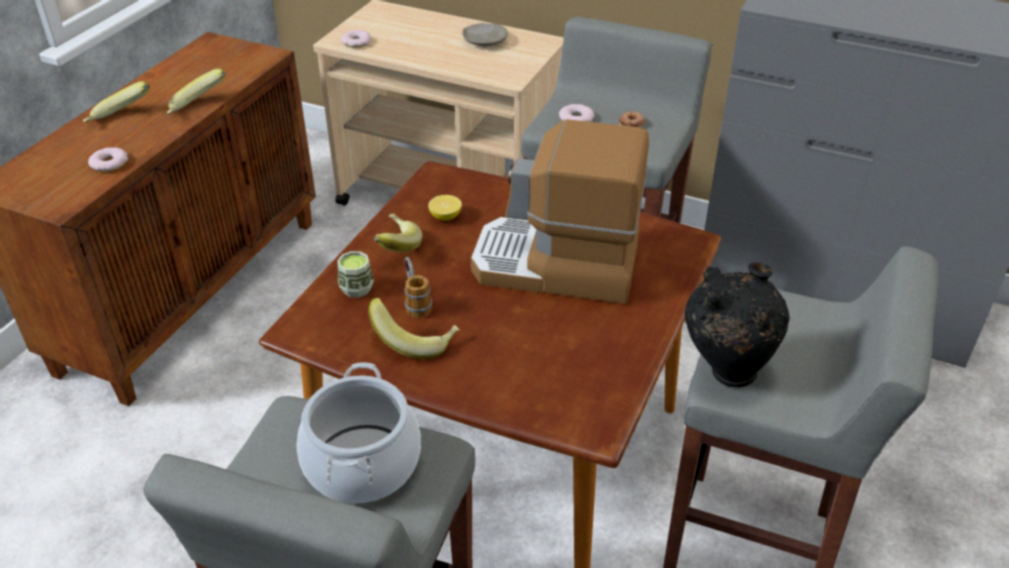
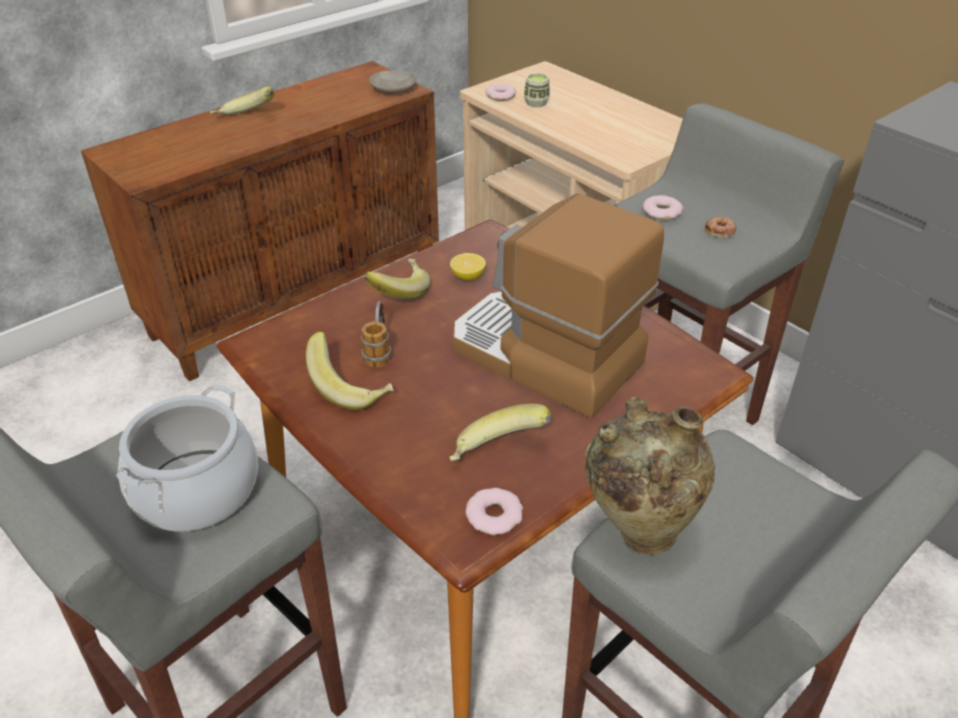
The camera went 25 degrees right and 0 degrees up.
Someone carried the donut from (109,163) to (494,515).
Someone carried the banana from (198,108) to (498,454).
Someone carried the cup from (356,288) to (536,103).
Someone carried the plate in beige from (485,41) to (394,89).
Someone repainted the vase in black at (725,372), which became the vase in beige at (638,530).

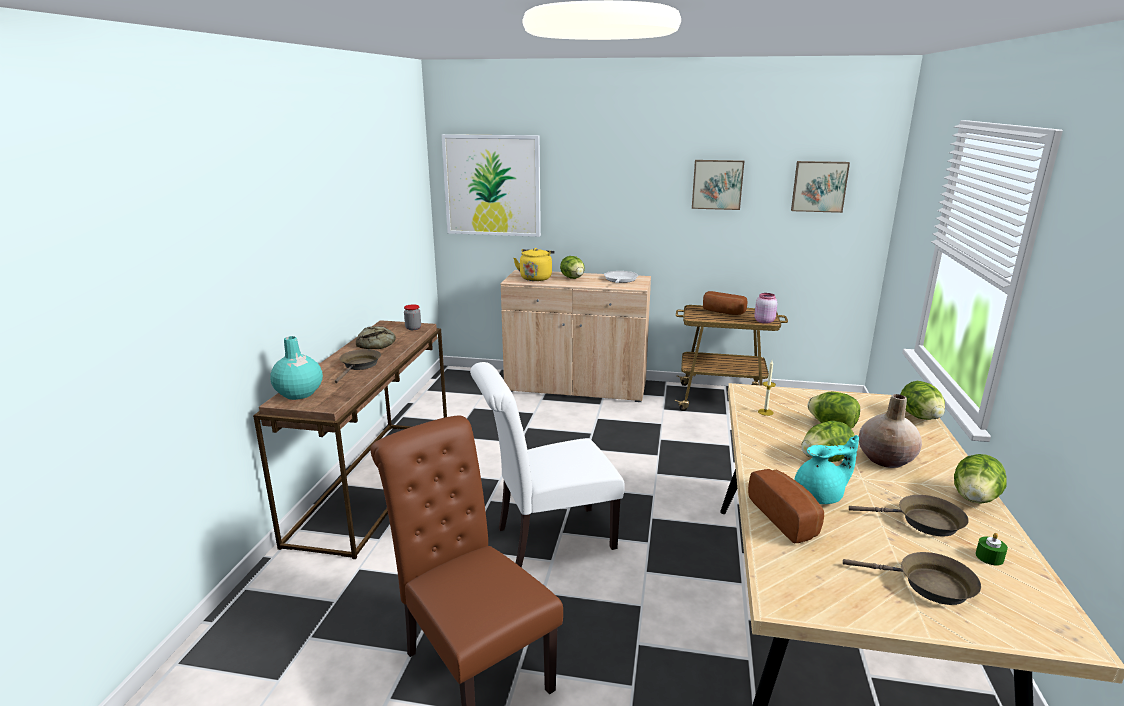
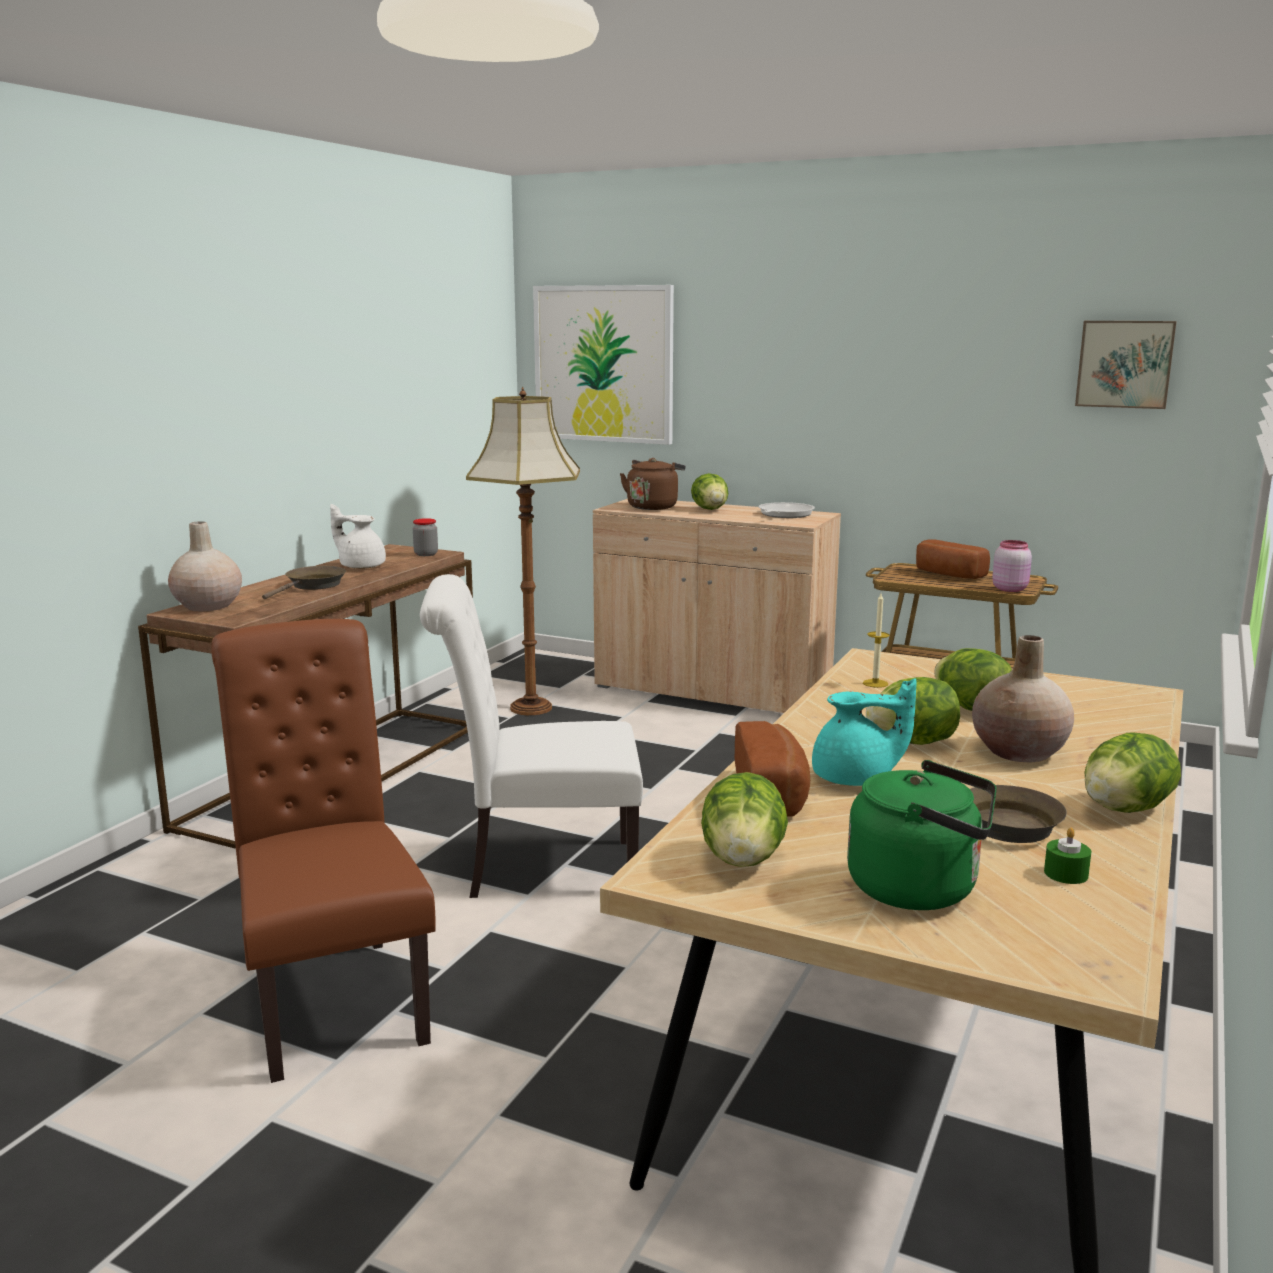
The camera went 15 degrees right and 5 degrees down.
Someone repainted the vase in turquoise at (299,394), which became the vase in beige at (207,606).
Someone swapped the bread at (378,343) for the teapot in white at (361,566).
Someone repainted the kettle in yellow at (536,278), which became the kettle in brown at (653,507).
Someone took away the picture at (717,184).
Someone swapped the frying pan in brown at (929,585) for the kettle in green at (920,889).
Someone carried the lettuce from (919,417) to (743,860).
Someone put down the floor lamp at (530,707).

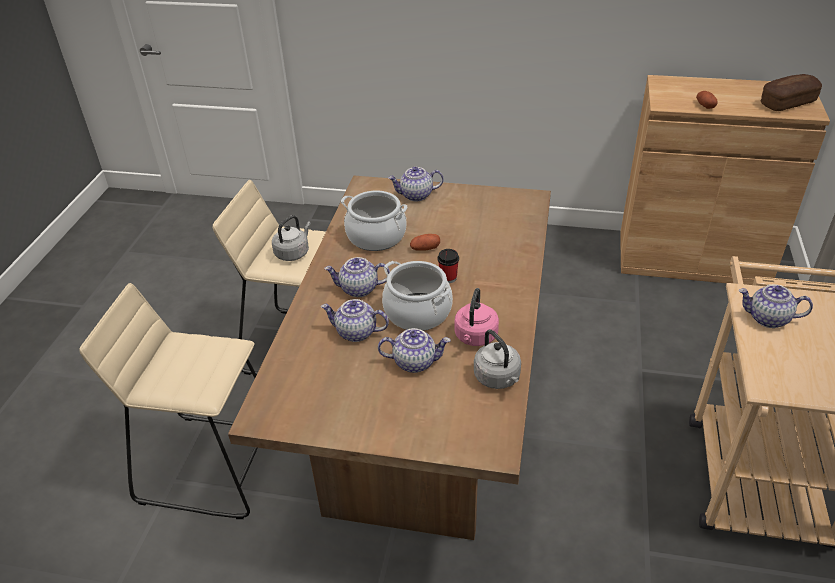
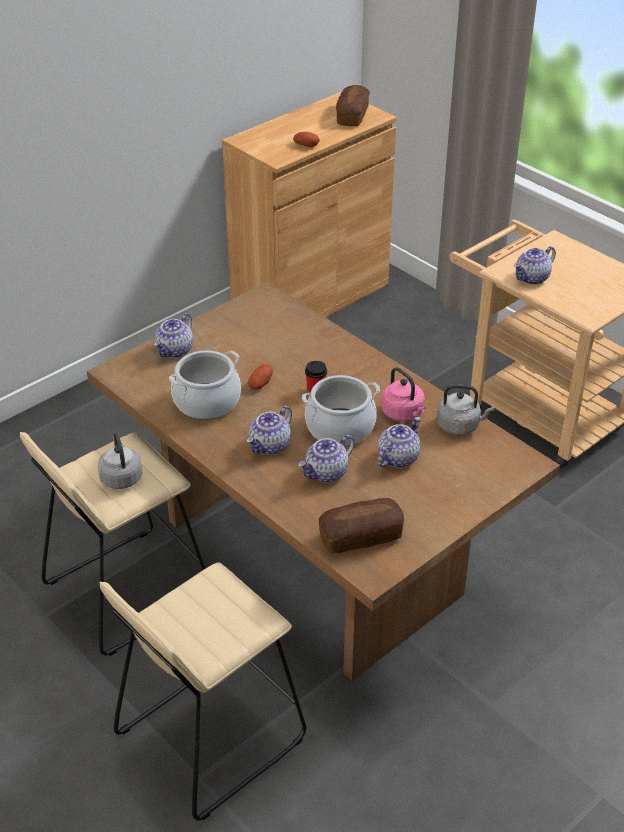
The camera went 55 degrees left and 0 degrees up.
Someone put down the bread at (360,537).

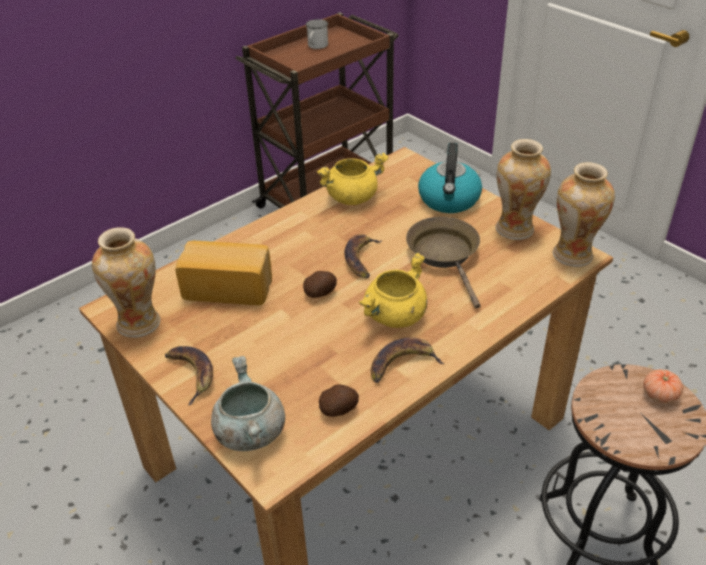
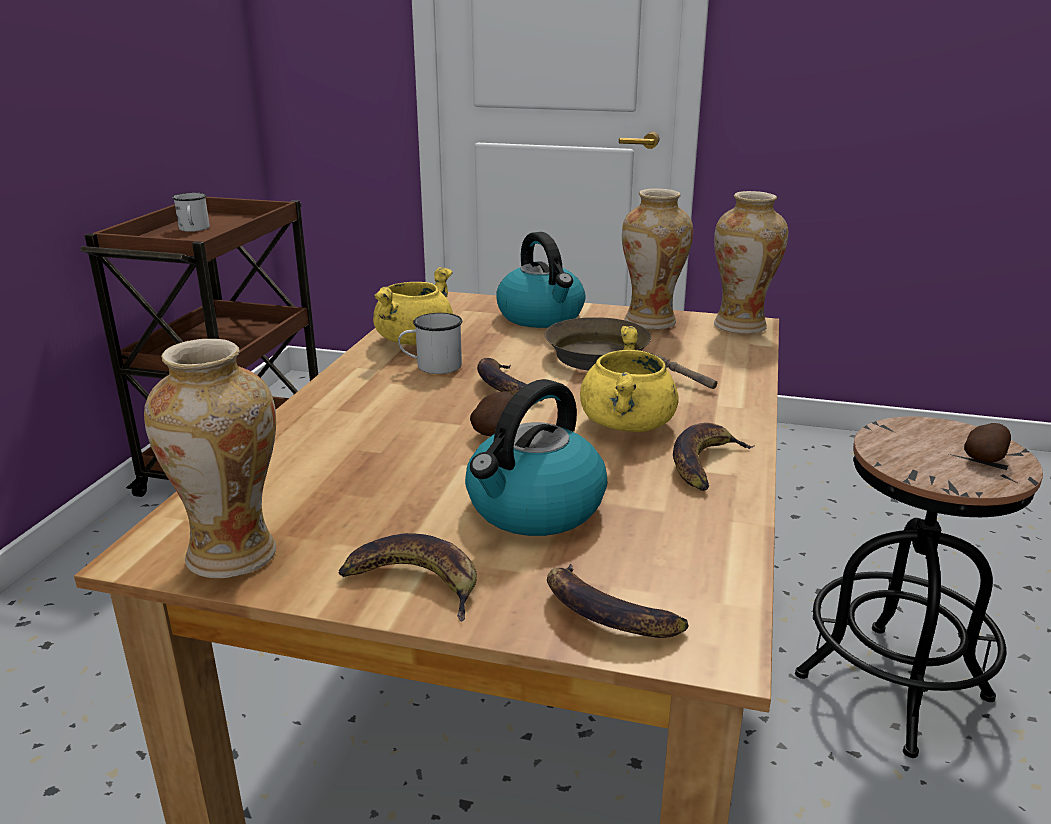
The camera went 35 degrees left and 15 degrees down.
Someone took away the bread at (229,286).
Someone swapped the cooking pot in grey at (249,432) for the banana at (606,613).
Someone carried the potato from (339,410) to (985,459).
Someone took away the tomato at (659,395).
Someone put down the mug in white at (431,366).
Someone put down the kettle at (534,508).

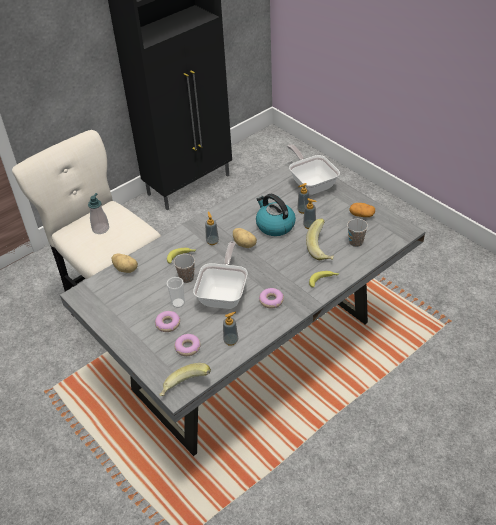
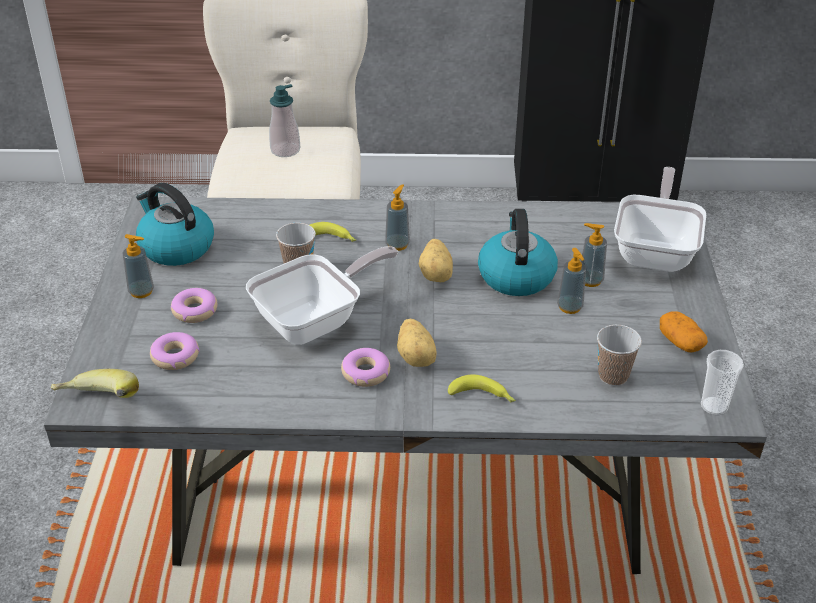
The camera went 40 degrees right and 5 degrees down.
Someone carried the potato from (126,269) to (417,357).
Someone carried the cup from (178,303) to (714,406).
Someone carried the soap dispenser from (231,340) to (141,291).
Someone took away the banana at (322,249).
Someone put down the kettle at (175,247).

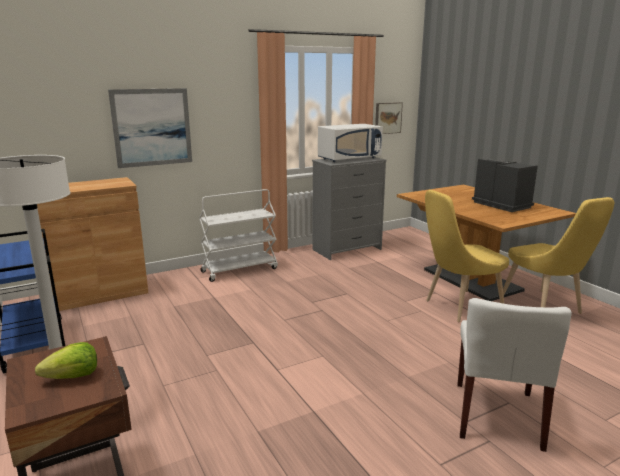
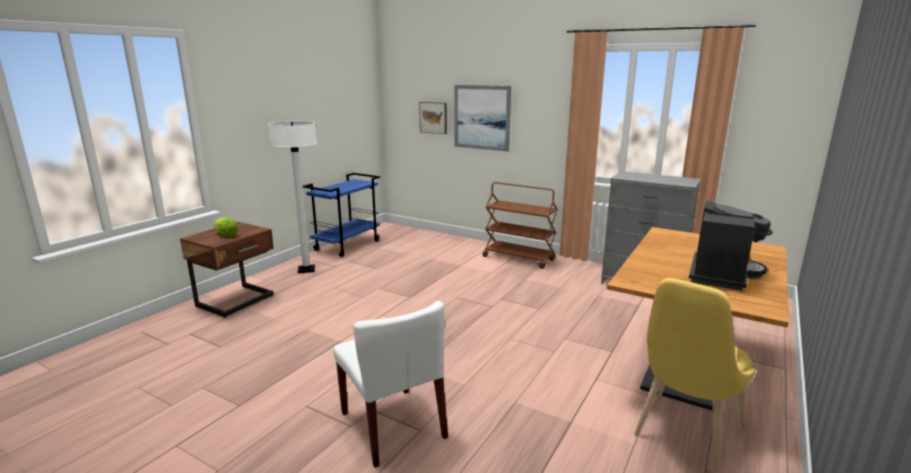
The camera went 60 degrees right and 0 degrees up.
Someone took away the cabinet in brown at (98,294).
Someone repainted the cart in white at (240,270), which became the cart in brown at (519,258).
Someone took away the microwave in white at (349,159).
Someone carried the picture from (387,118) to (434,117).
Someone took away the chair in yellow at (459,307).
Someone rotated the chair in white at (497,415) by 105 degrees counterclockwise.

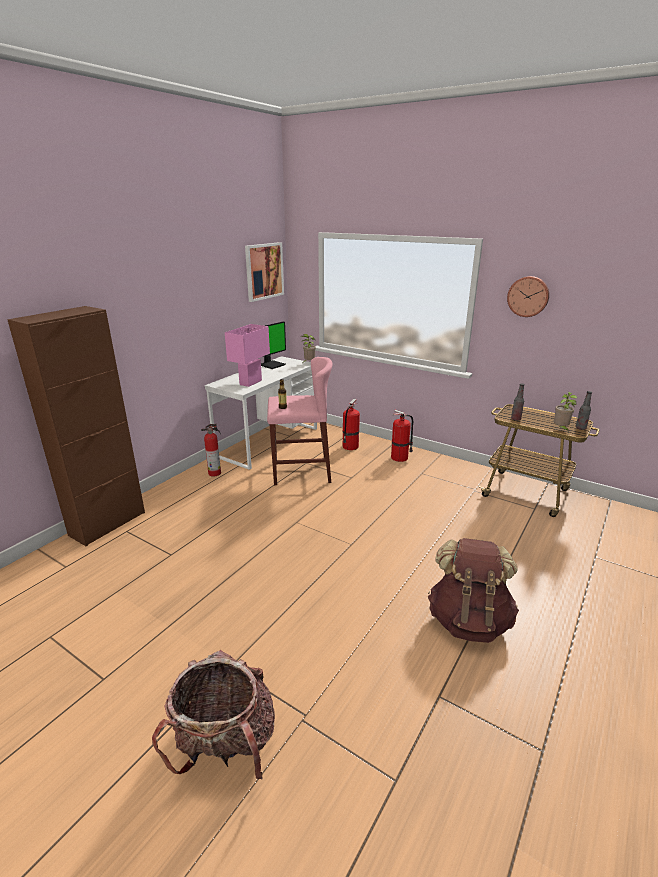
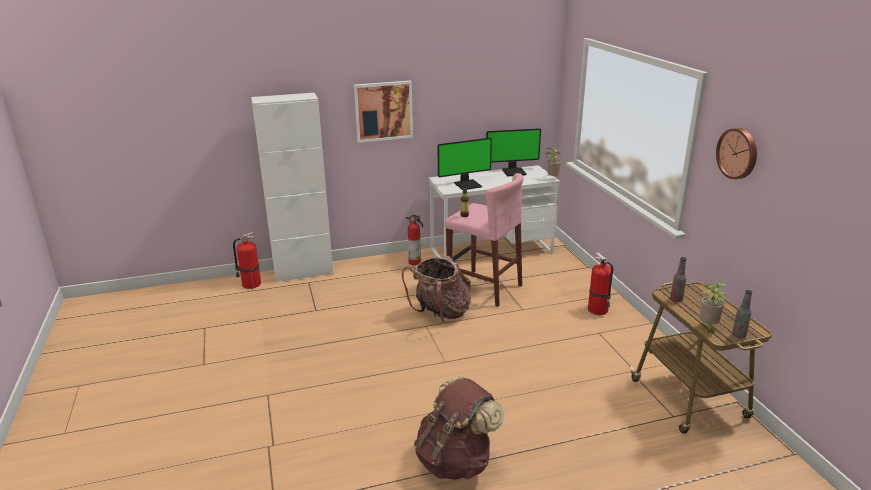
The camera went 40 degrees right and 0 degrees up.
Someone repainted the cabinet in brown at (107,524), which became the cabinet in white at (303,272).
Someone carried the backpack from (226,745) to (441,313).
Someone swapped the table lamp in pink at (250,382) for the monitor at (467,184).
Someone carried the picture from (264,271) to (383,111).
Someone carried the fire extinguisher from (350,446) to (250,284).

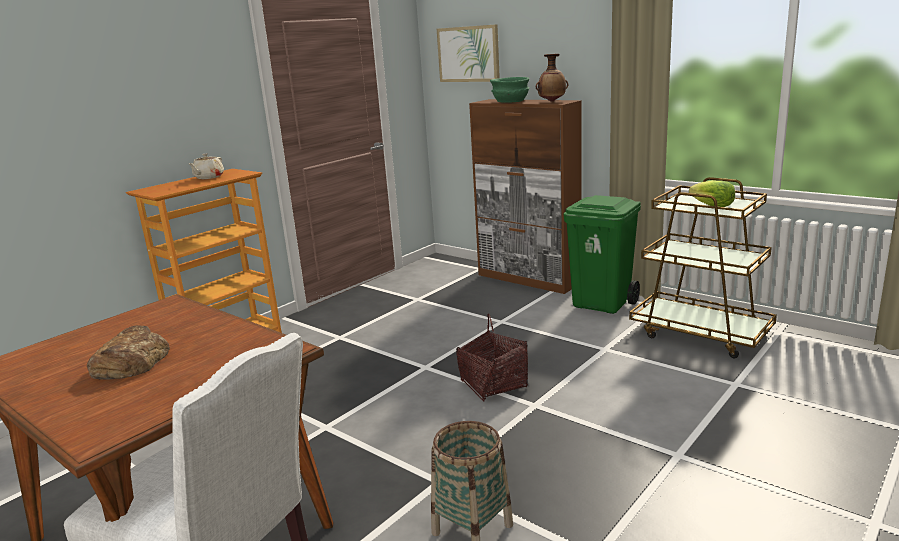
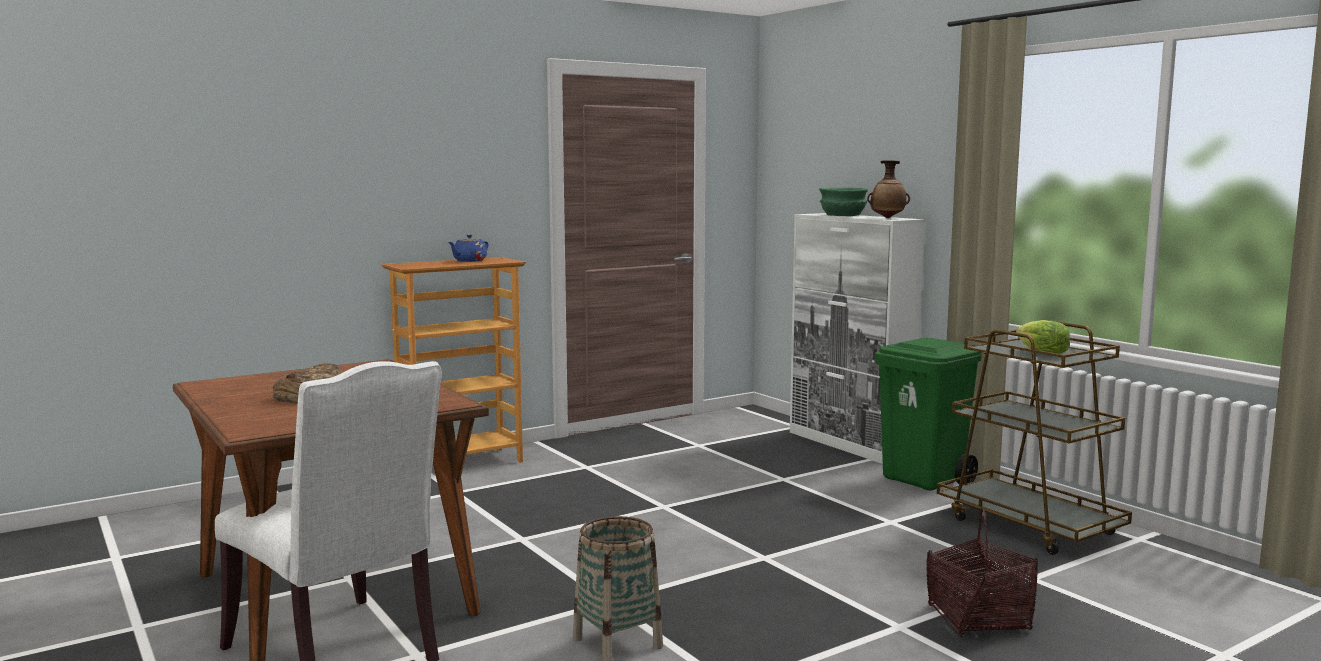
The camera went 15 degrees right and 10 degrees down.
Someone repainted the teapot in beige at (208,177), which became the teapot in blue at (469,261).
Someone took away the picture at (468,54).
Someone carried the basket from (493,384) to (978,618).
Someone repainted the cabinet in brown at (528,279), which became the cabinet in white at (849,444).

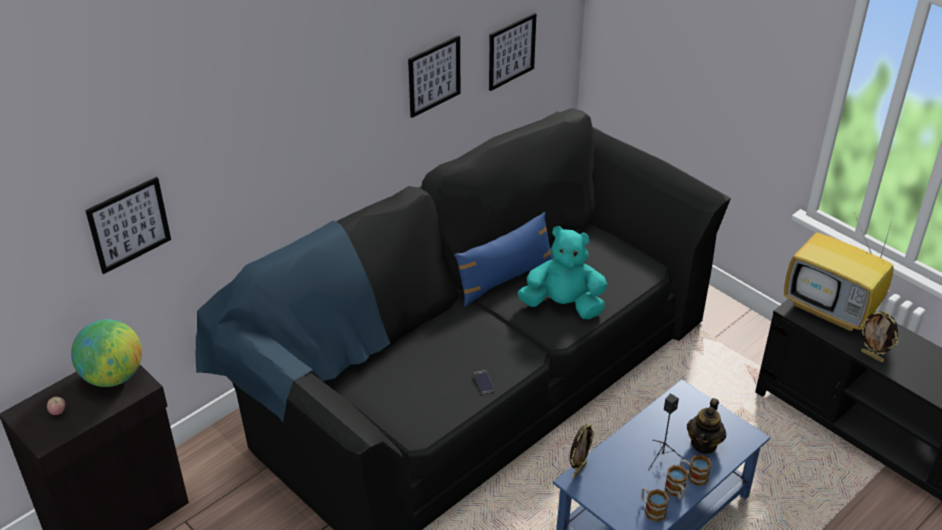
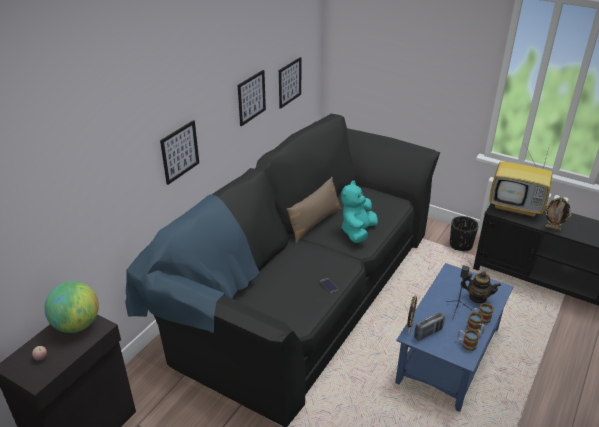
The camera went 15 degrees left and 5 degrees down.
Someone carried the picture from (129,224) to (179,152).
Someone repainted the pillow in blue at (504,279), which became the pillow in brown at (314,223).
Someone rotated the plush toy in turquoise at (563,305) by 60 degrees counterclockwise.
Someone rotated the teapot at (704,443) by 75 degrees counterclockwise.
Someone put down the radio at (428,333).
Someone put down the planter in black at (460,245).

